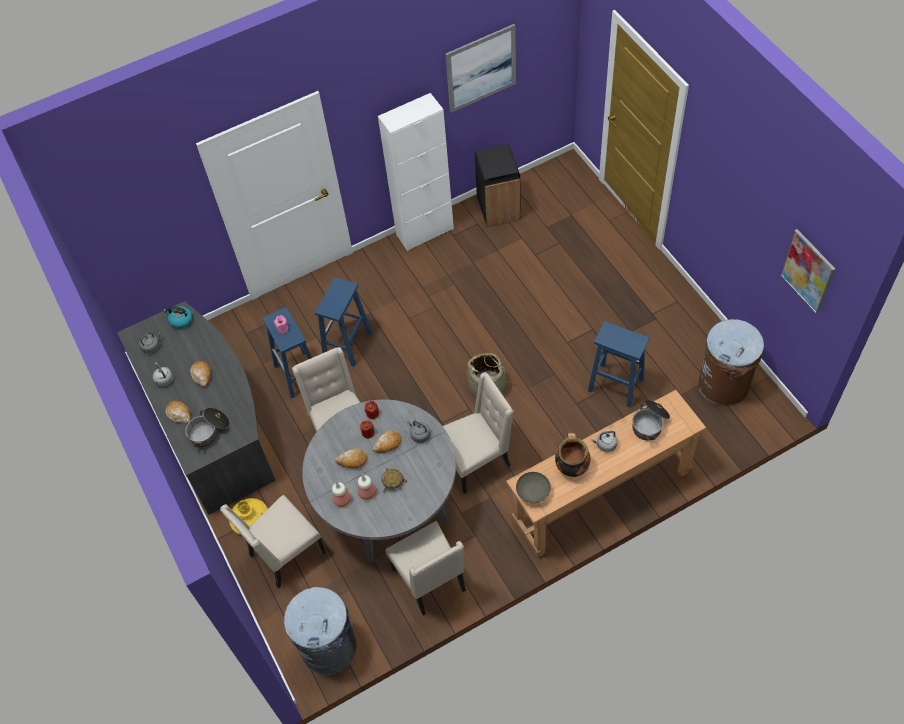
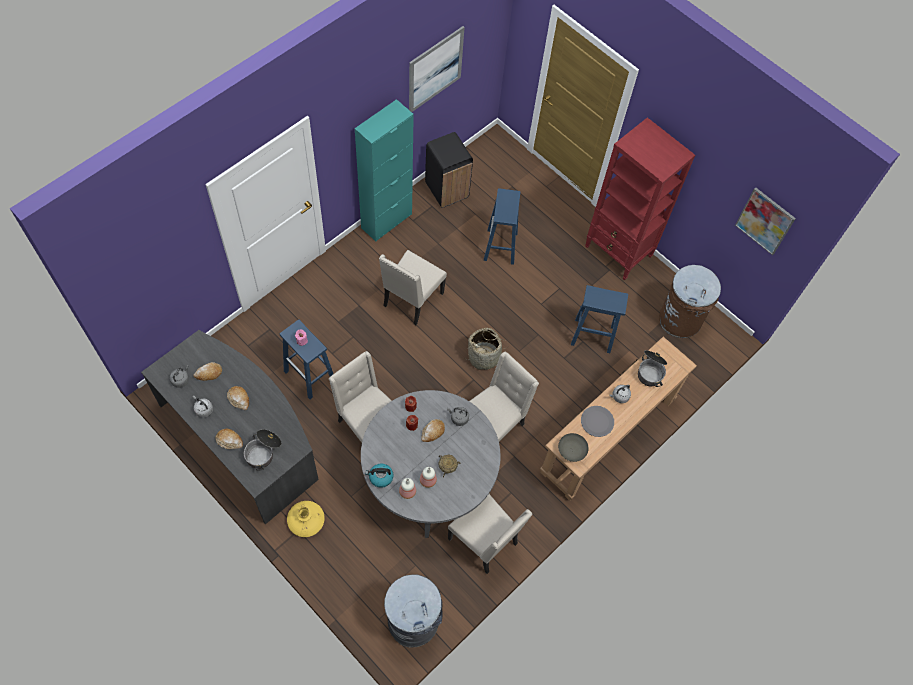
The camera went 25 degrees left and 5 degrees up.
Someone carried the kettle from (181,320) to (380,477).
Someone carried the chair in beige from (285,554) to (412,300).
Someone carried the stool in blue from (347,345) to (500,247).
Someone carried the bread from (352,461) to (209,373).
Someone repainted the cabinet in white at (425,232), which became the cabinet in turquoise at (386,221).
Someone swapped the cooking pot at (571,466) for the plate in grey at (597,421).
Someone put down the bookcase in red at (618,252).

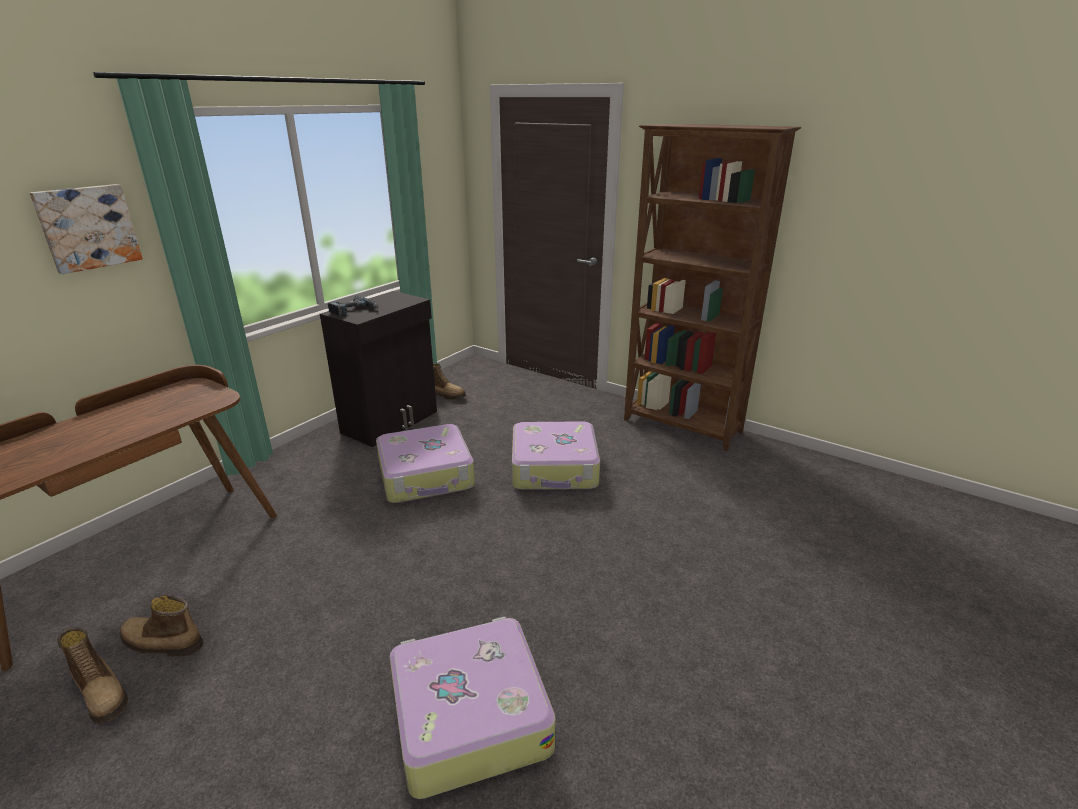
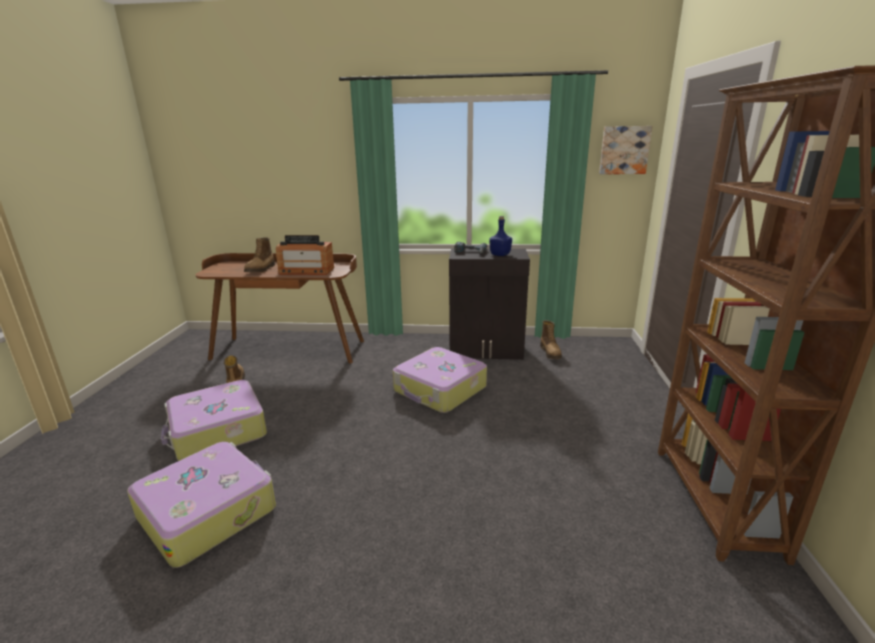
The camera went 60 degrees right and 5 degrees down.
Someone carried the picture from (87,227) to (624,150).
Someone carried the boot from (103,693) to (261,269).
Someone carried the suitcase from (555,468) to (217,431).
Someone put down the radio at (306,271).
Someone put down the bottle in blue at (500,255).

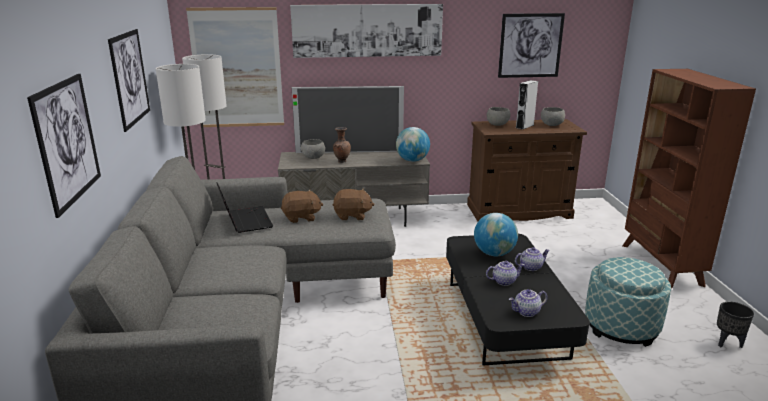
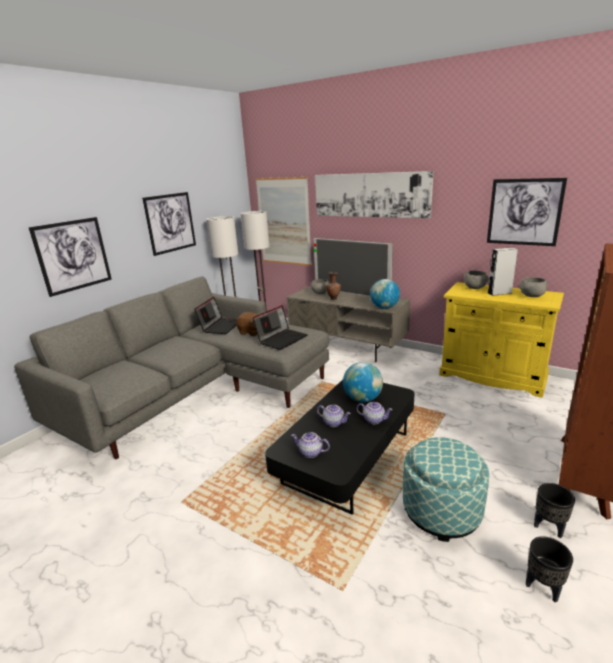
The camera went 40 degrees right and 0 degrees up.
Someone swapped the plush toy in brown at (352,216) for the laptop at (282,339).
Someone repainted the cabinet in brown at (519,211), which became the cabinet in yellow at (492,376).
Someone put down the planter in black at (549,527).

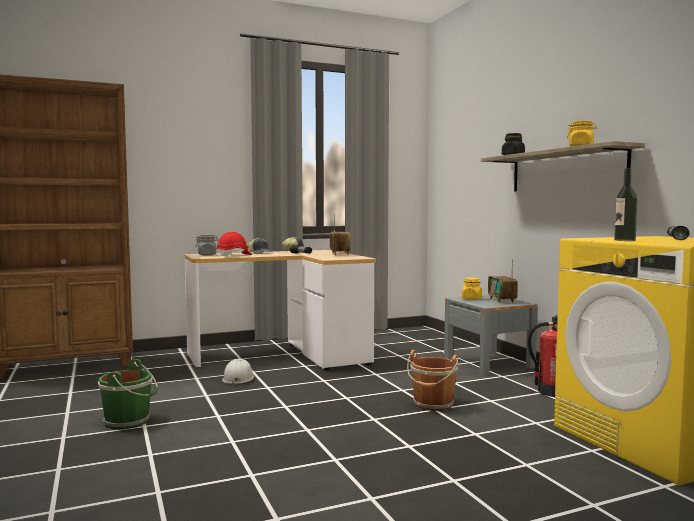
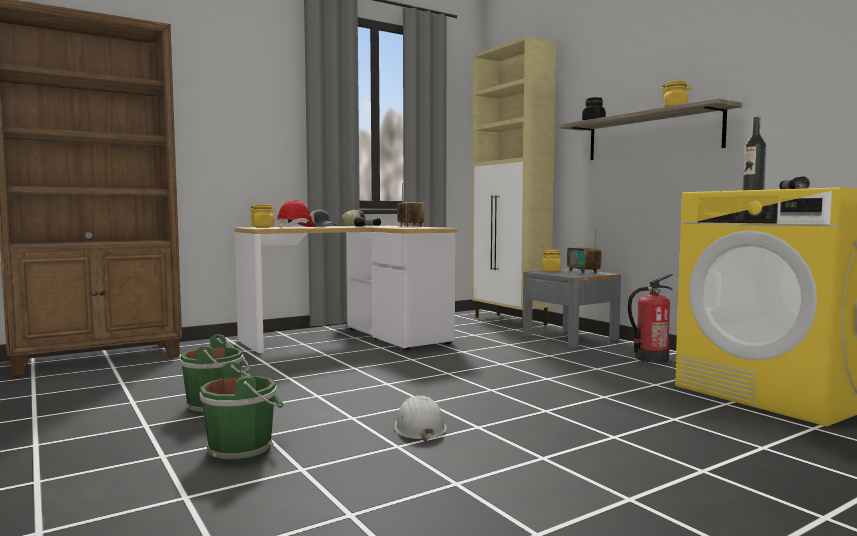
The camera went 10 degrees left and 0 degrees up.
Someone repainted the jar in grey at (207,255), which became the jar in yellow at (263,227).
Someone carried the hard hat in white from (238,378) to (419,428).
Someone took away the bucket in brown at (433,405).
Someone put down the bucket in green at (243,449).
Someone put down the cabinet in beige at (510,321).

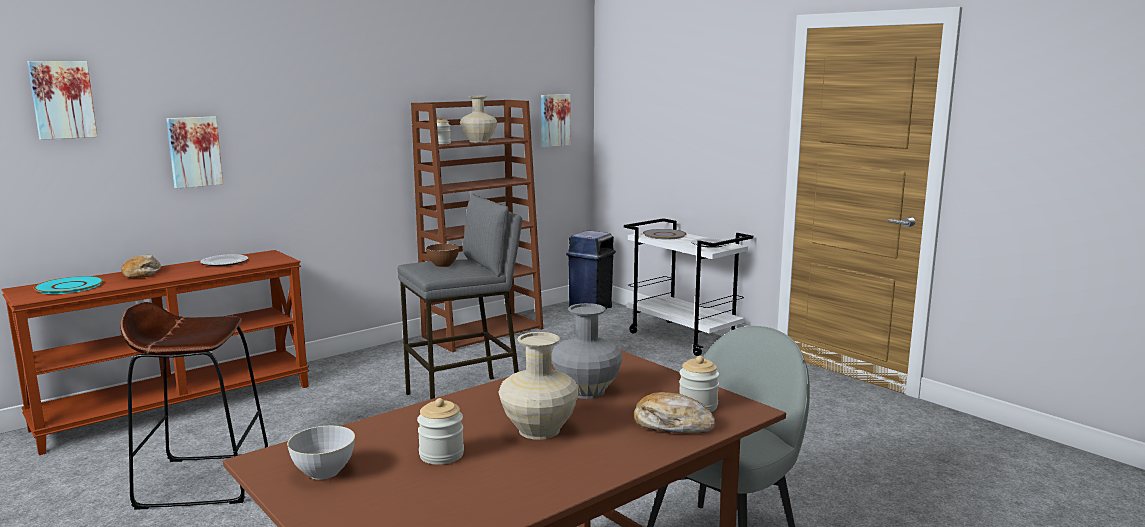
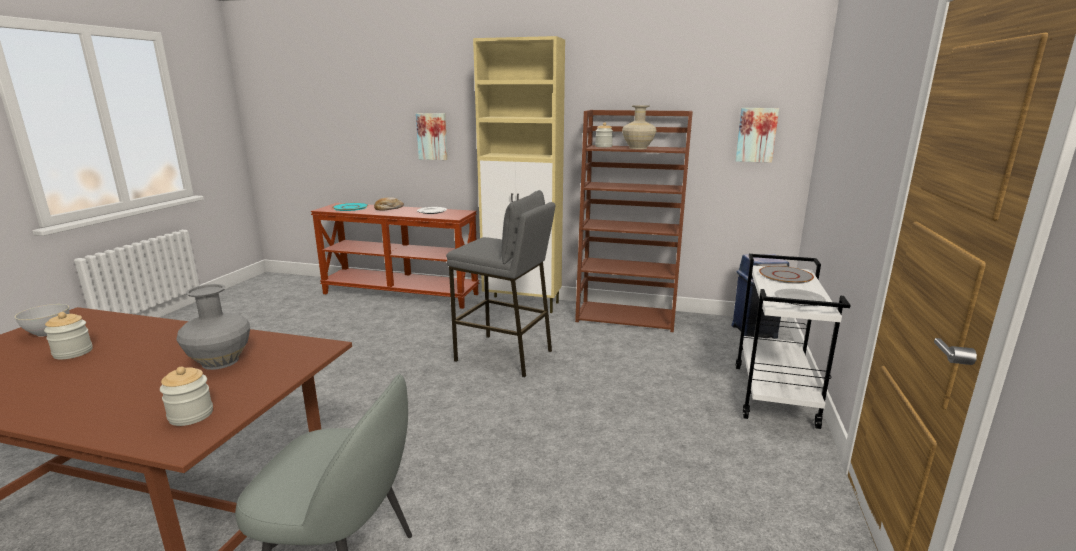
The camera went 55 degrees right and 5 degrees up.
Someone took away the picture at (62,99).
Someone took away the stool in brown at (204,480).
Someone took away the bowl in brown at (443,265).
Someone took away the vase in beige at (539,431).
Someone took away the bread at (672,425).
Someone put down the cabinet in beige at (523,304).

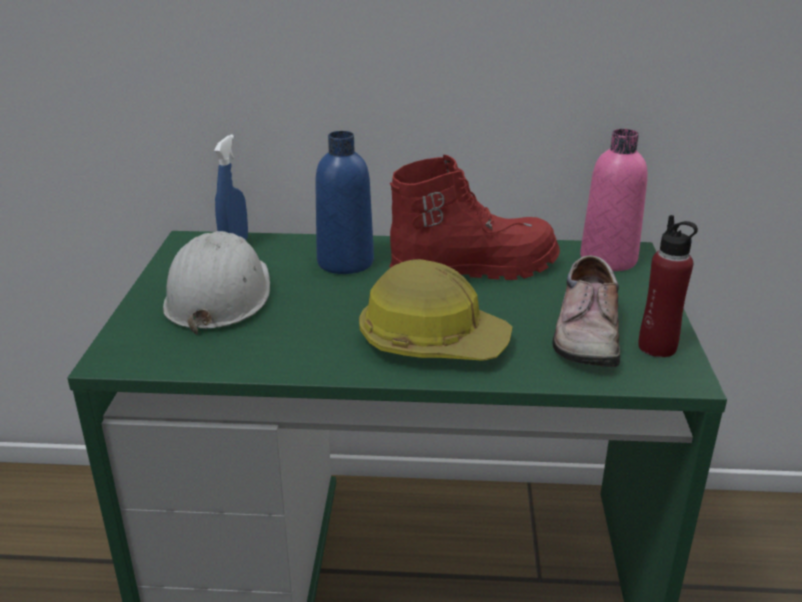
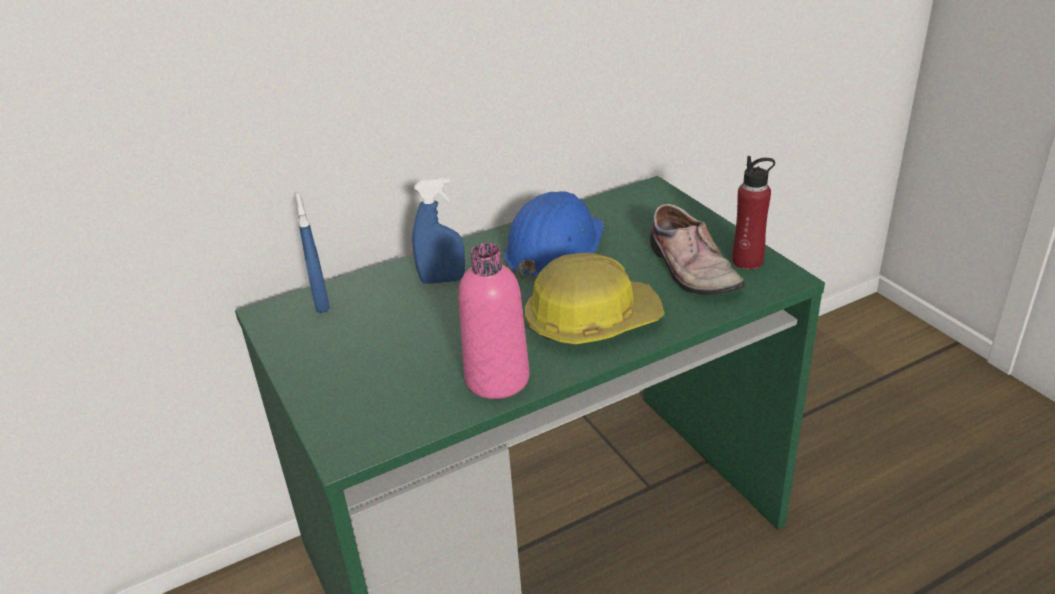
The camera went 30 degrees left and 5 degrees up.
Someone took away the hard hat in white at (219,296).
Someone swapped the bottle in blue at (345,262) for the spray bottle in blue at (442,280).
Someone swapped the boot in red at (473,269) for the hard hat in blue at (554,247).
Someone carried the bottle in pink from (608,259) to (497,379).

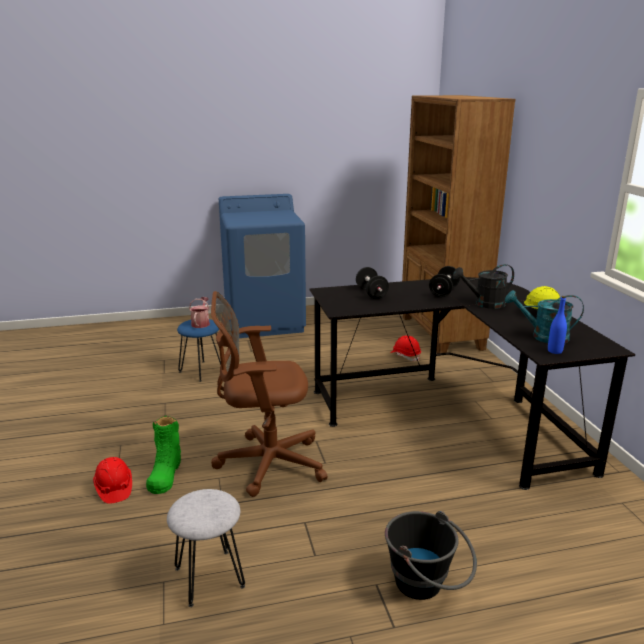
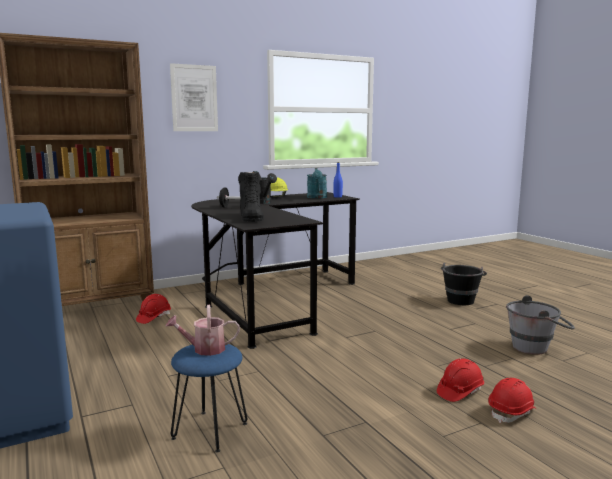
The camera went 105 degrees left and 10 degrees down.
Someone swapped the boot in green at (165,473) for the hard hat in red at (459,391).
Someone swapped the stool in grey at (208,577) for the bucket in grey at (537,347).
Someone took away the office chair in brown at (265,463).
Someone swapped the dumbbell in black at (371,293) for the boot in black at (251,217).
Someone put up the picture at (194,98).

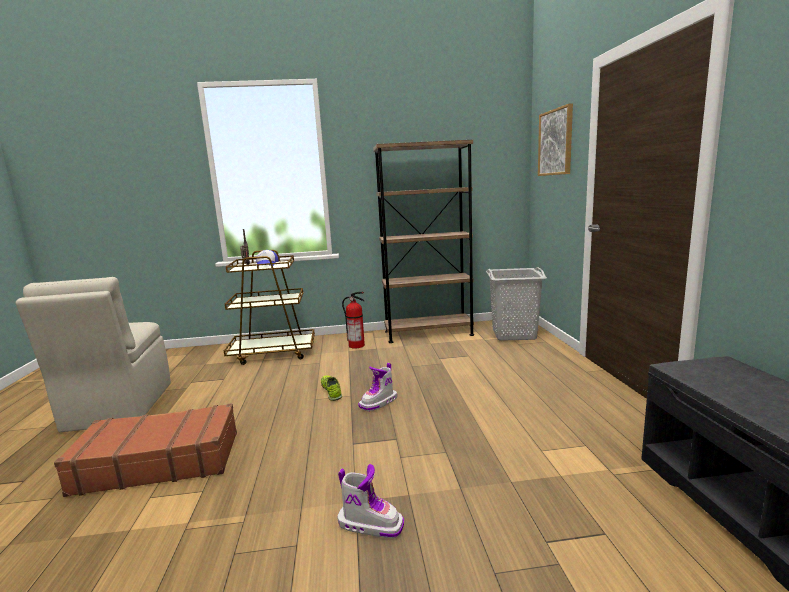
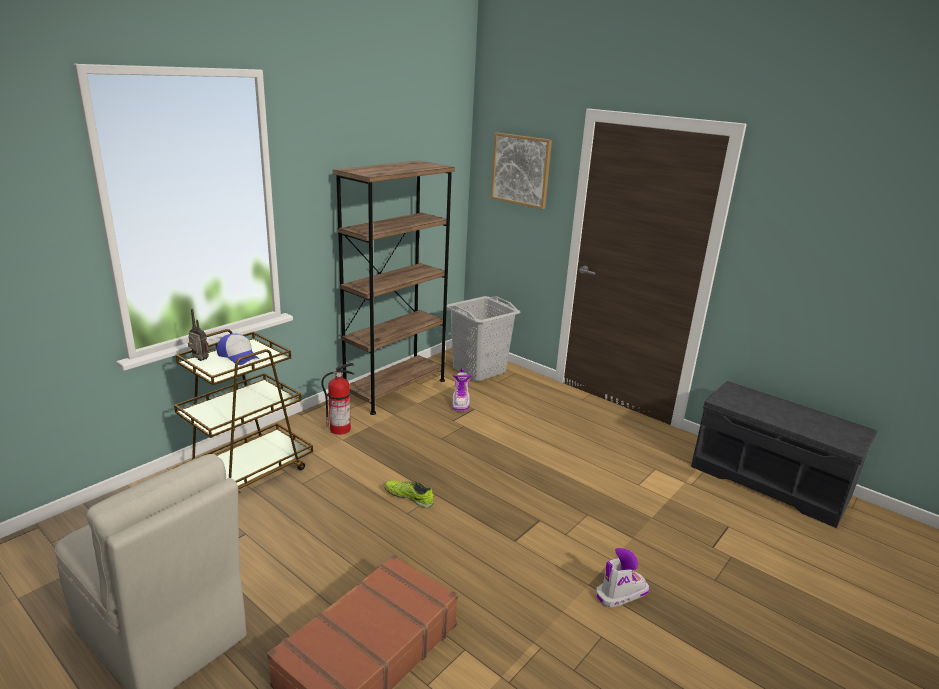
The camera went 45 degrees left and 10 degrees up.
Someone carried the boot from (379,403) to (461,403).

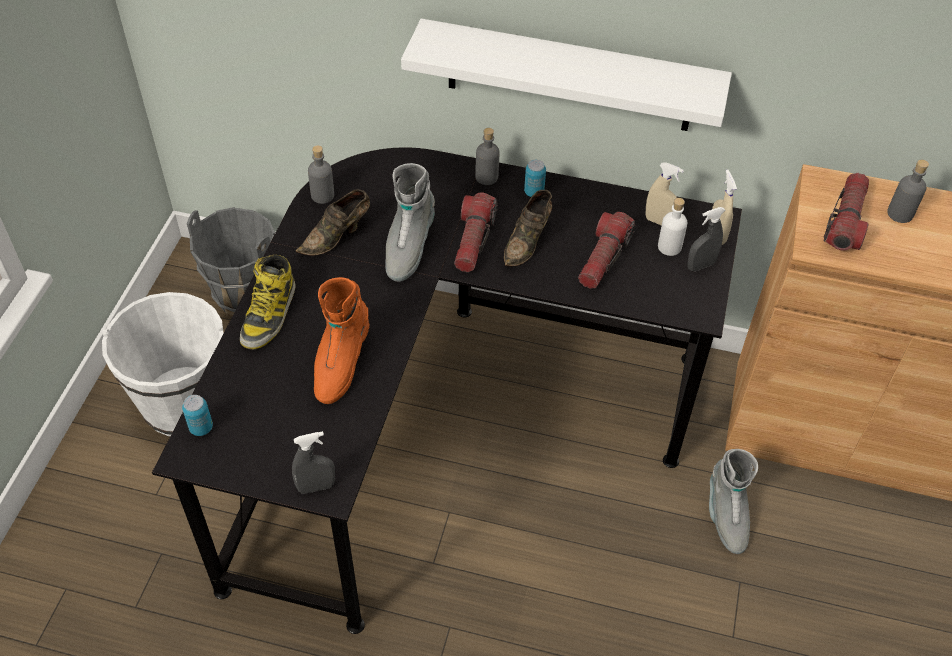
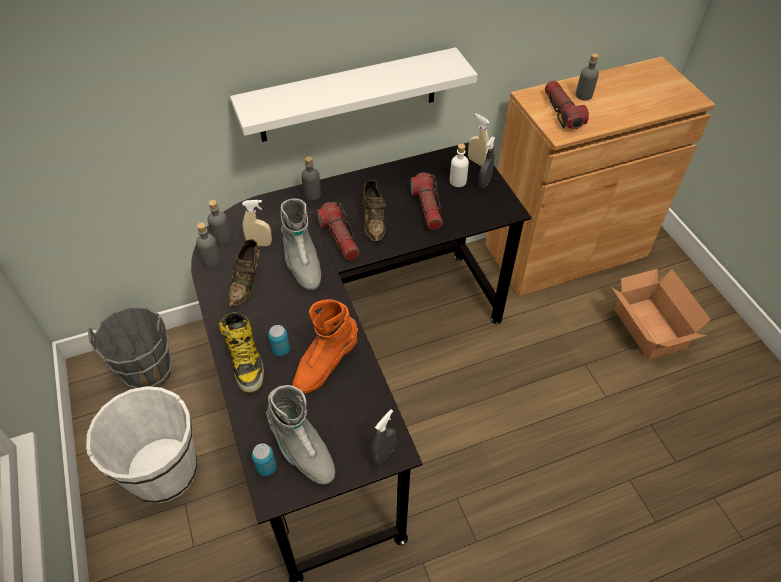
The camera went 35 degrees left and 0 degrees up.
Someone rotated the boot in orange at (340,364) by 60 degrees clockwise.
Someone carried the can from (534,192) to (281,350).
Someone carried the spray bottle in beige from (659,222) to (260,244).
Someone carried the boot in grey from (726,515) to (302,451).
Someone put down the bottle in grey at (222,238).
Someone put down the cardboard box at (647,330).

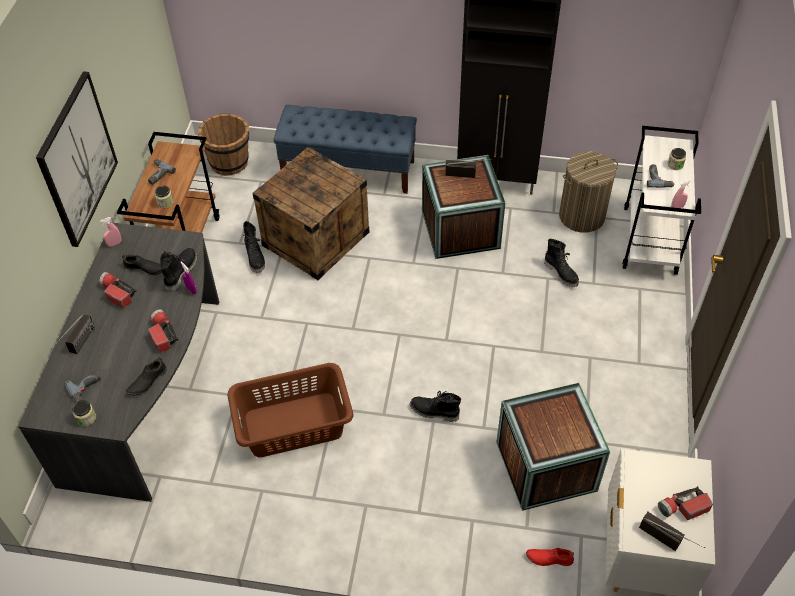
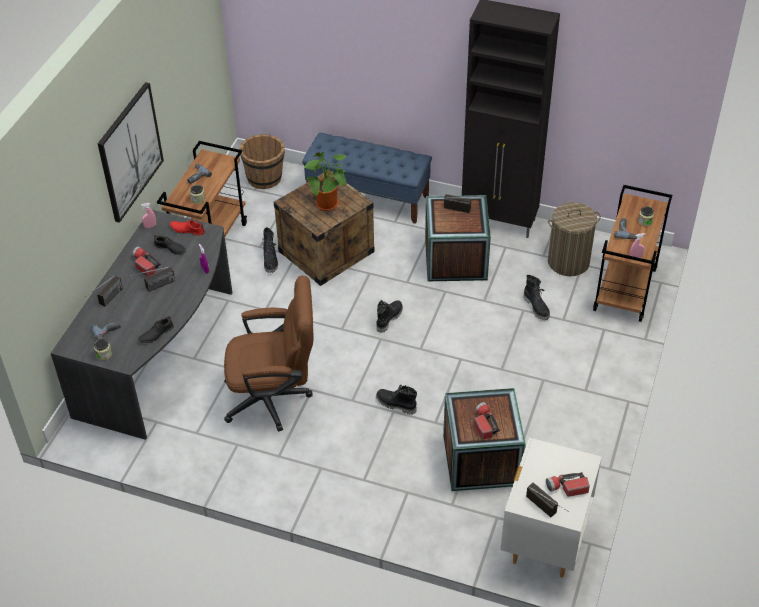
The camera went 10 degrees right and 5 degrees down.
Someone carried the flashlight from (162,334) to (484,424).
Someone carried the boot in black from (180,272) to (388,318).
Someone swapped the laundry basket in brown at (294,425) for the office chair in brown at (275,398).
Someone carried the shoe in red from (549,558) to (187,230).
Someone repainted the cart in white at (650,241), which became the cart in brown at (625,290).
Someone put down the radio at (153,288).
Someone put down the potted plant at (328,206).

